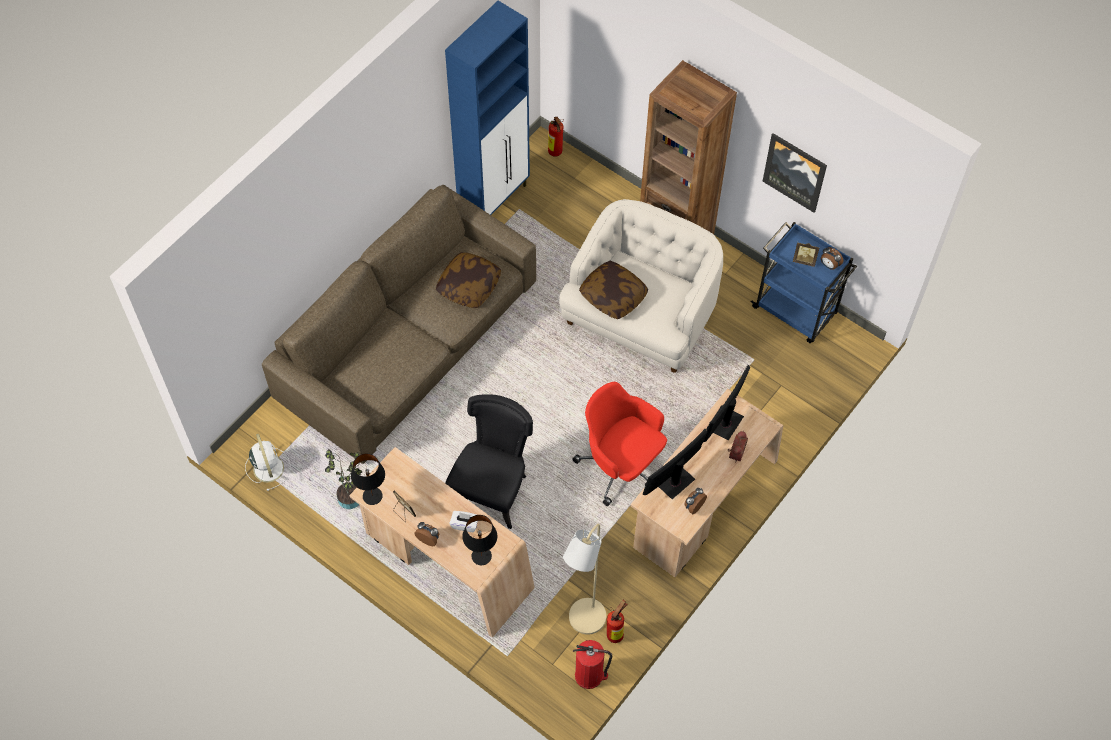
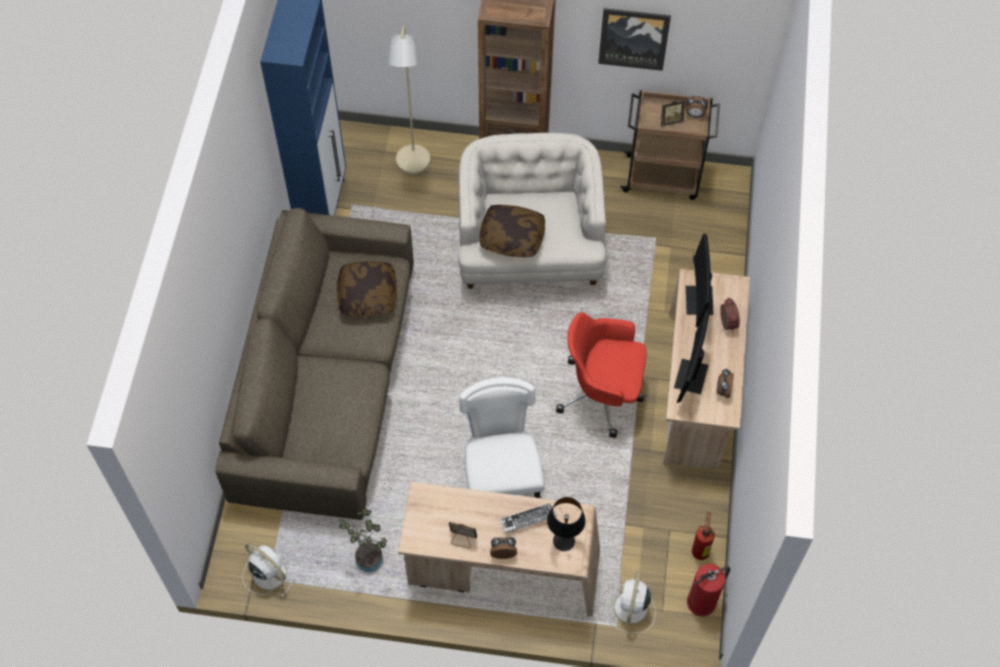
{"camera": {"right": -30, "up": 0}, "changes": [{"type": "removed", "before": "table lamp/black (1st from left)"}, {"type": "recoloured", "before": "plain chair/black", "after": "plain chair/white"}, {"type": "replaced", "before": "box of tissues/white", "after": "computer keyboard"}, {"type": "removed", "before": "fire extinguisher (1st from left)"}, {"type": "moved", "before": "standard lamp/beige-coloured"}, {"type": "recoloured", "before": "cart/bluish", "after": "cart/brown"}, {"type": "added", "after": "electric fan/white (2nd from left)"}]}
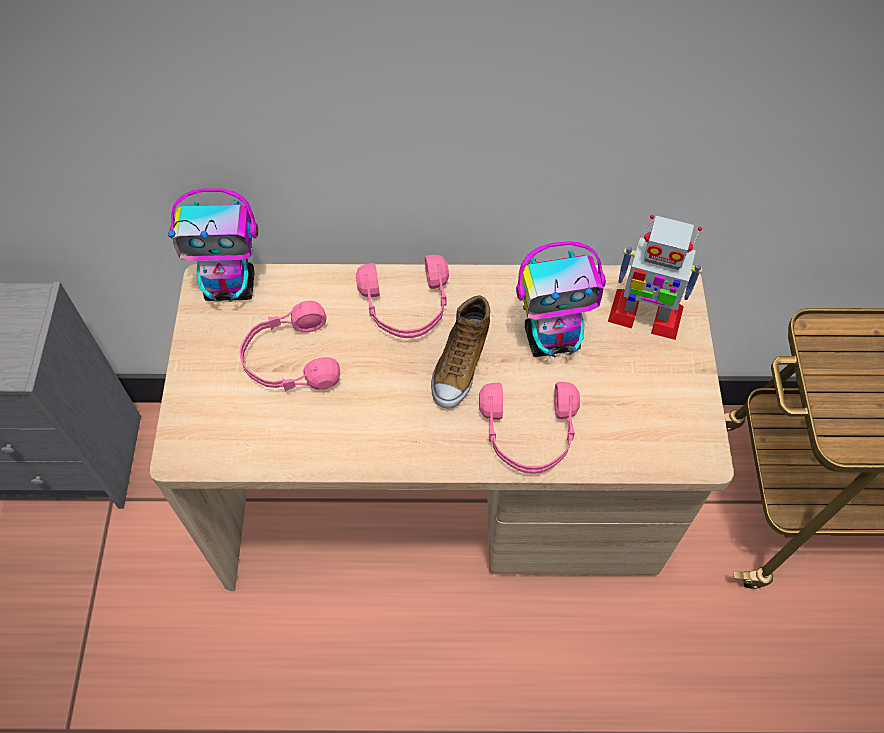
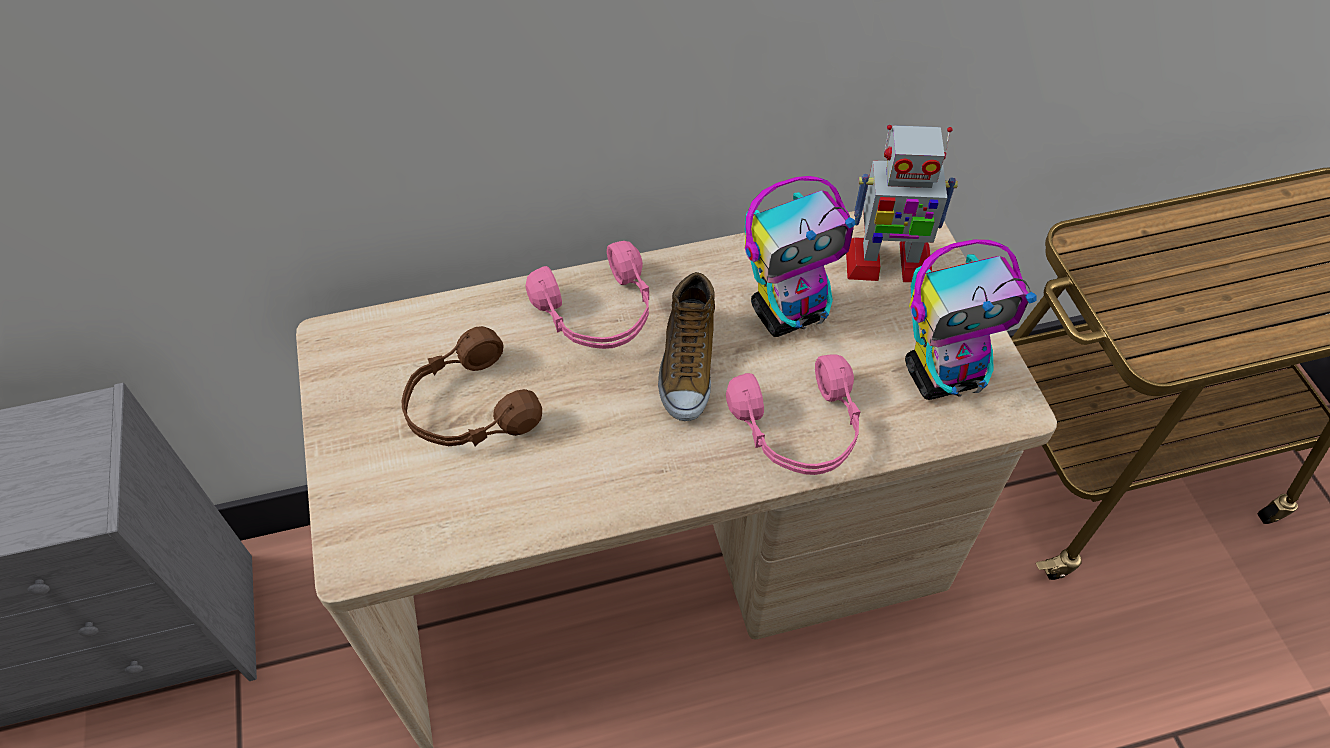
{"camera": {"right": -15, "up": -5}, "changes": [{"type": "moved", "before": "robot figure (1st from left in the first image)", "after": "robot figure (3rd from left)"}, {"type": "recoloured", "before": "headset/pink (1st from left)", "after": "headset/brown"}]}
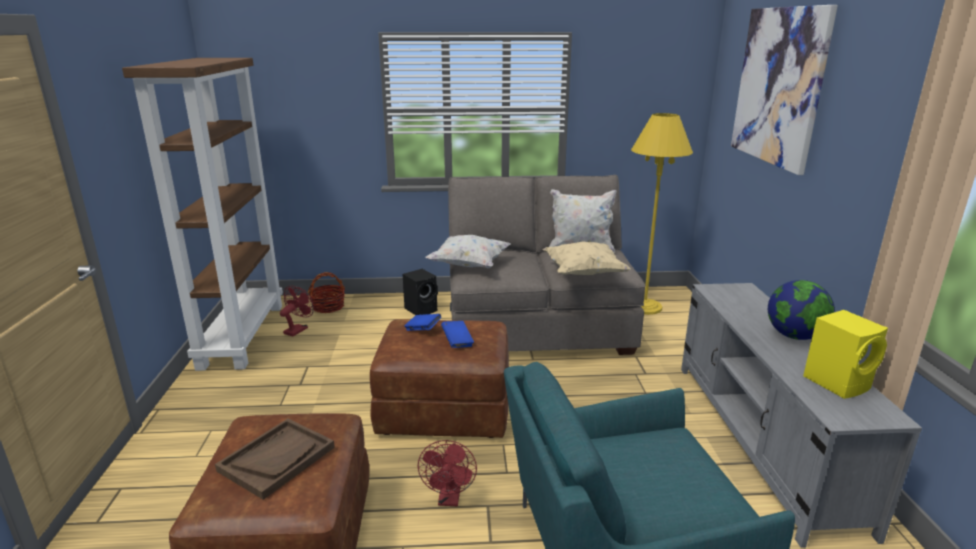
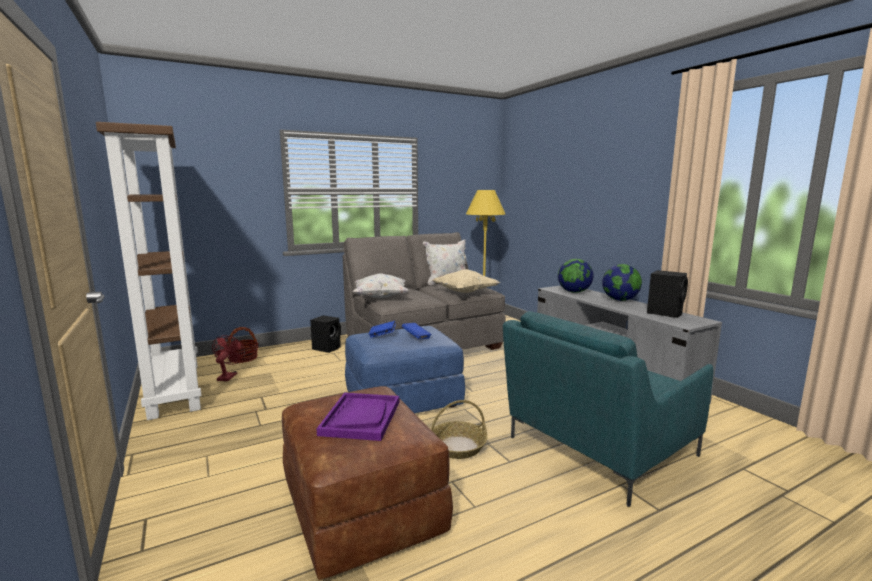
{"camera": {"right": -25, "up": -10}, "changes": [{"type": "recoloured", "before": "tray/brown", "after": "tray/purple"}, {"type": "recoloured", "before": "ottoman/brown (2nd from left)", "after": "ottoman/bluish"}, {"type": "replaced", "before": "electric fan/red (2nd from left)", "after": "basket (2nd from left)"}, {"type": "removed", "before": "picture"}, {"type": "recoloured", "before": "loudspeaker/yellow", "after": "loudspeaker/black (2nd from left)"}, {"type": "added", "after": "desk globe (1st from left)"}]}
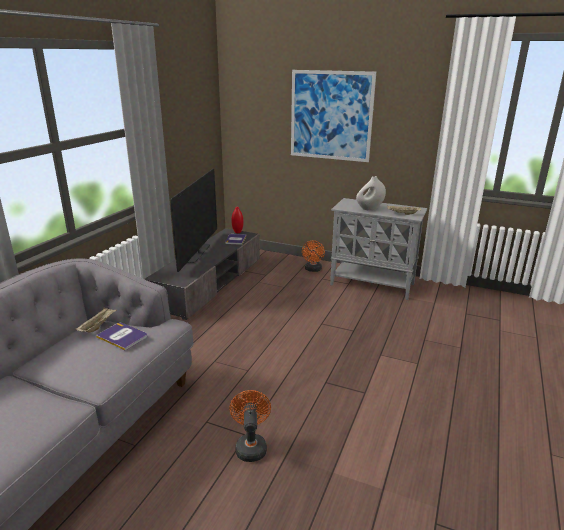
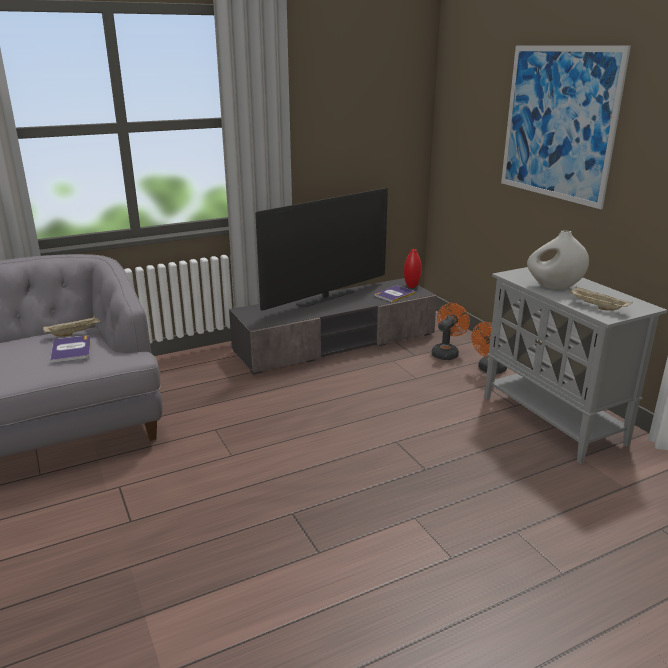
{"camera": {"right": 40, "up": 0}, "changes": [{"type": "moved", "before": "electric fan/orangey (1st from left)"}]}
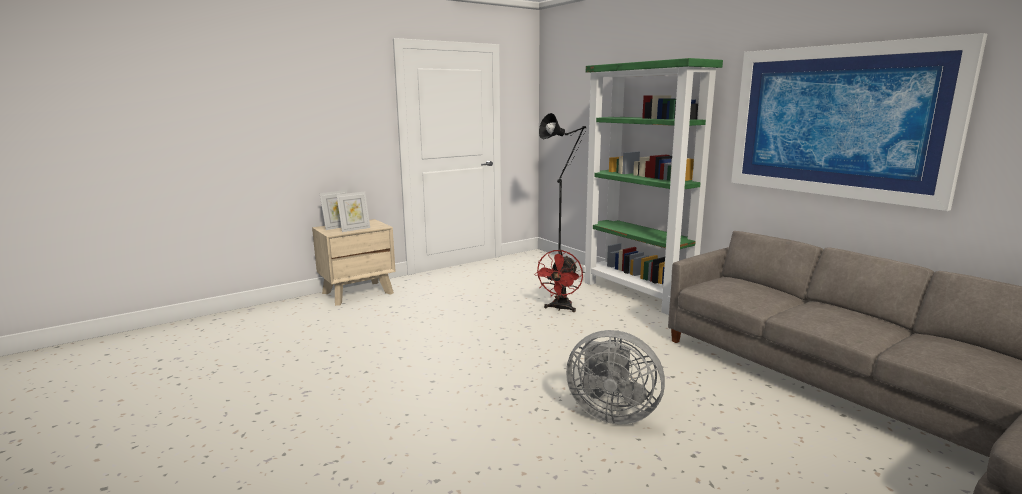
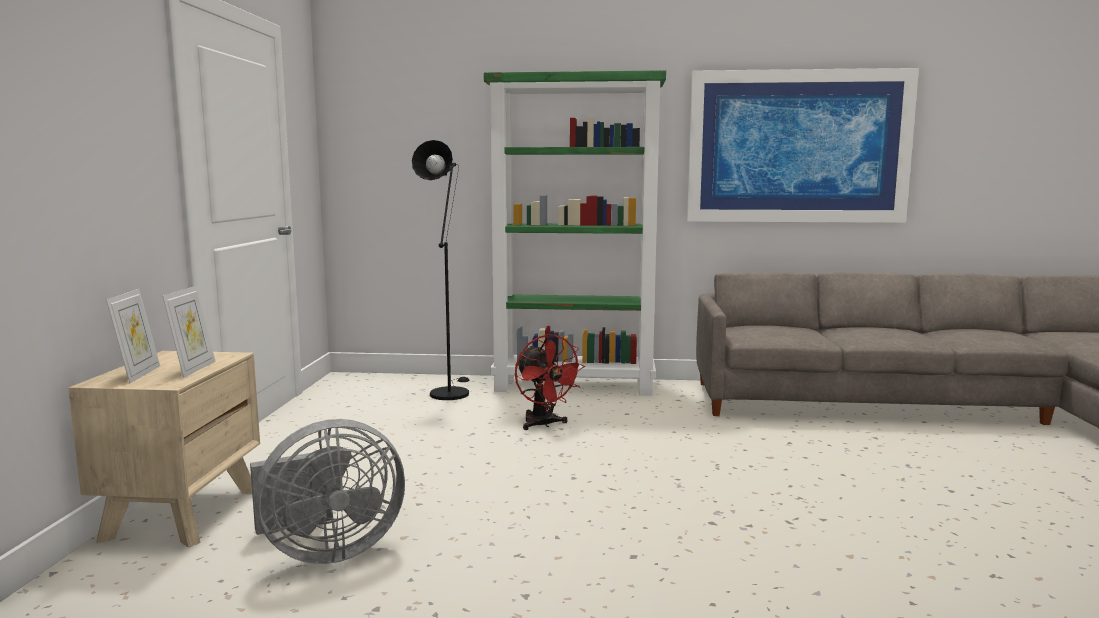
{"camera": {"right": -50, "up": -5}, "changes": [{"type": "moved", "before": "electric fan/gray"}]}
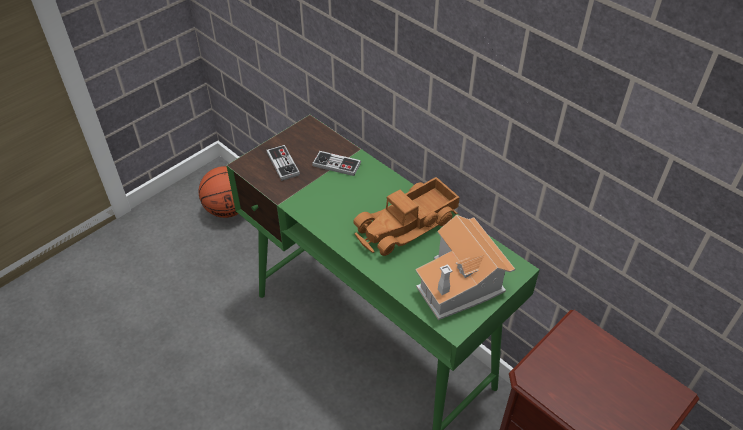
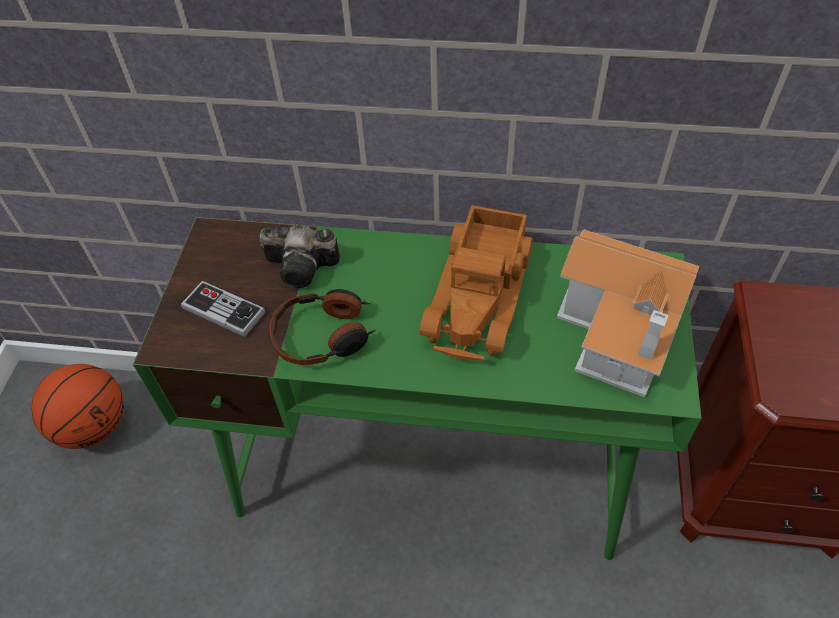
{"camera": {"right": -35, "up": 5}, "changes": [{"type": "replaced", "before": "game controller (2nd from left)", "after": "still camera"}, {"type": "added", "after": "headset"}]}
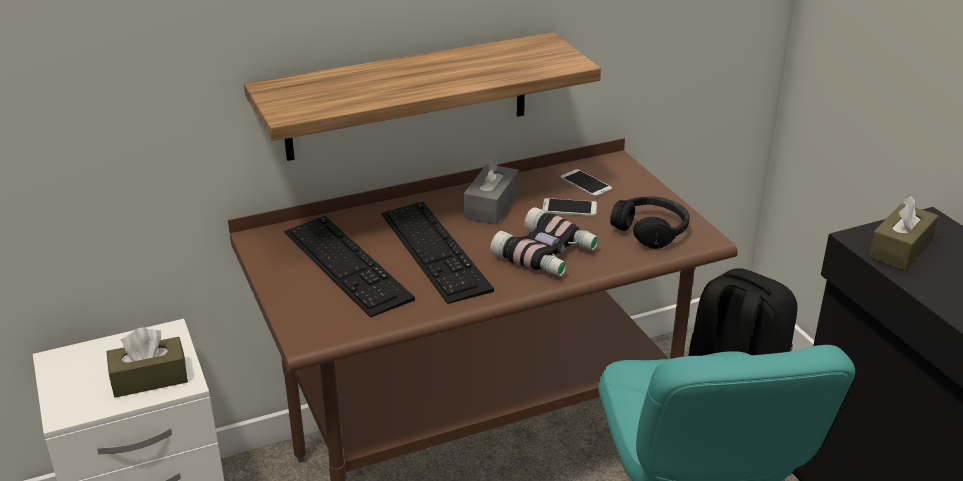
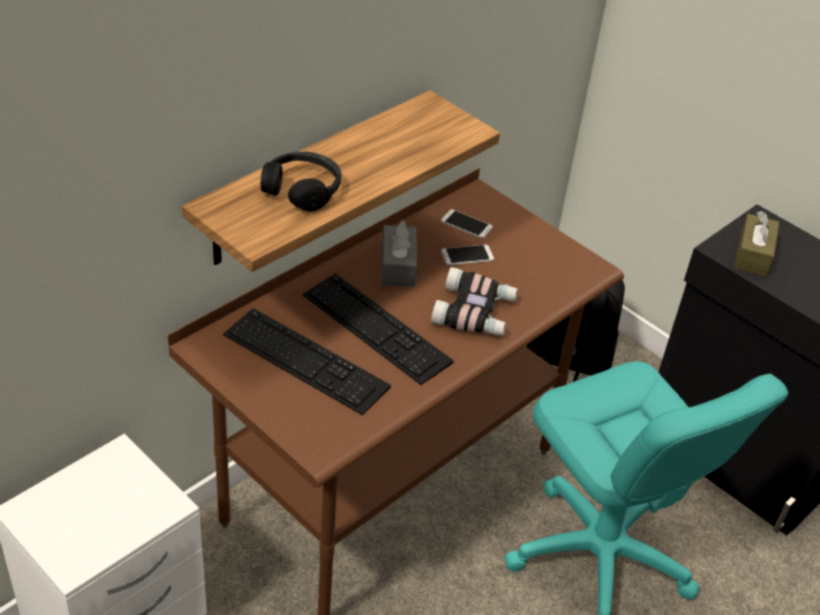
{"camera": {"right": -25, "up": 10}, "changes": [{"type": "removed", "before": "box of tissues/brown (1st from left)"}, {"type": "moved", "before": "headset/black"}]}
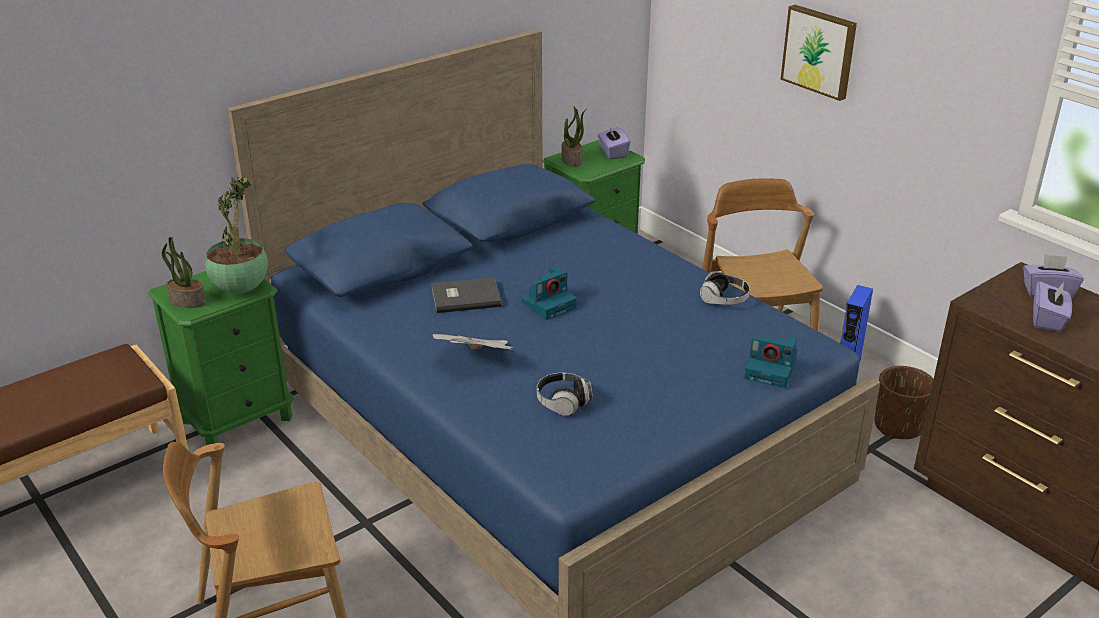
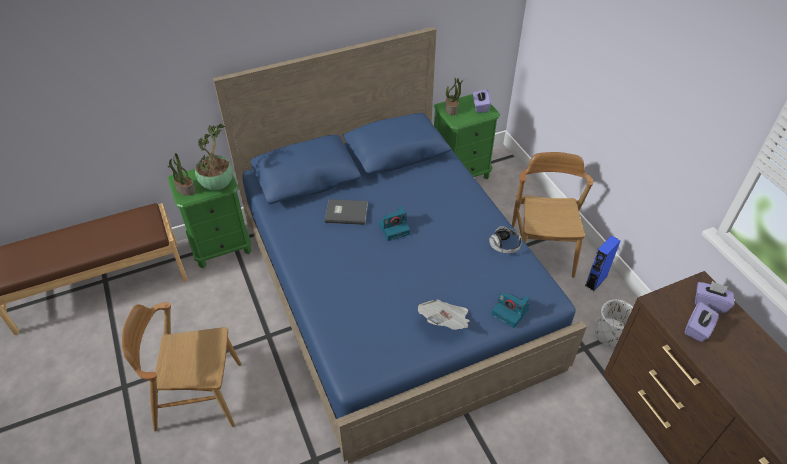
{"camera": {"right": 15, "up": 15}, "changes": [{"type": "moved", "before": "daily paper"}, {"type": "removed", "before": "headset (1st from left)"}, {"type": "removed", "before": "picture"}, {"type": "recoloured", "before": "planter/brown", "after": "planter/white"}]}
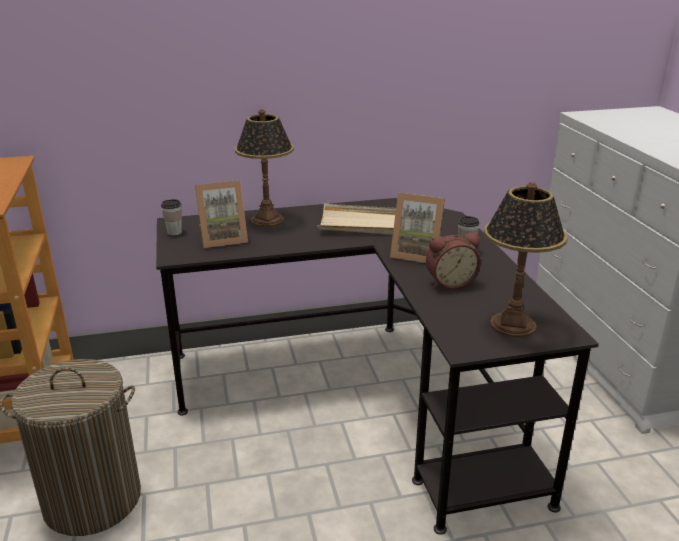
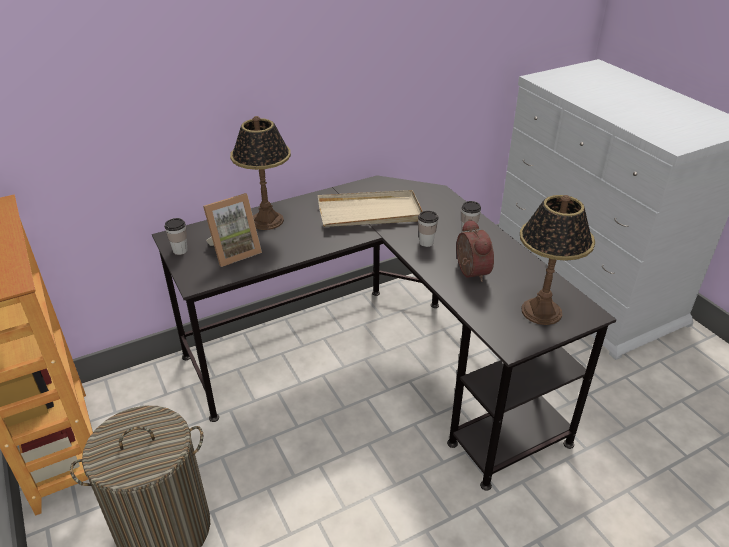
{"camera": {"right": -15, "up": 10}, "changes": [{"type": "replaced", "before": "picture frame (2nd from left)", "after": "small cup (2nd from left)"}, {"type": "turned", "before": "alarm clock", "turn": -75}]}
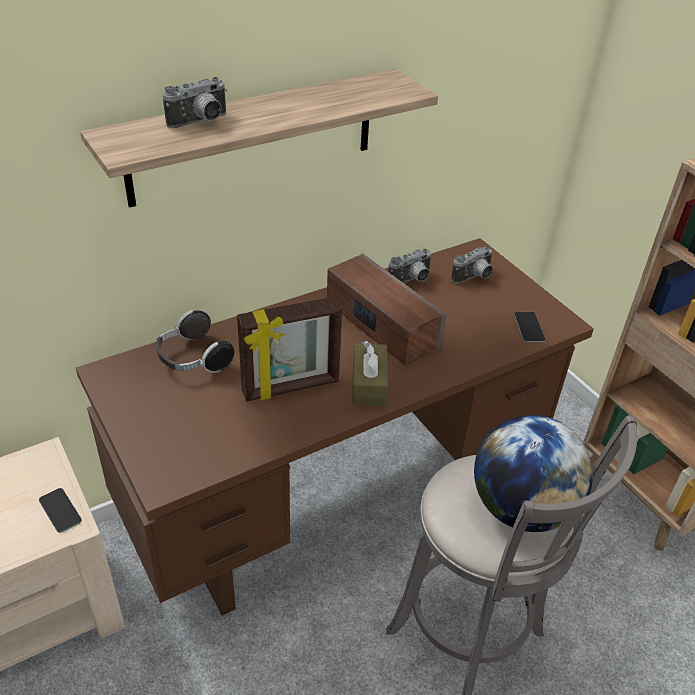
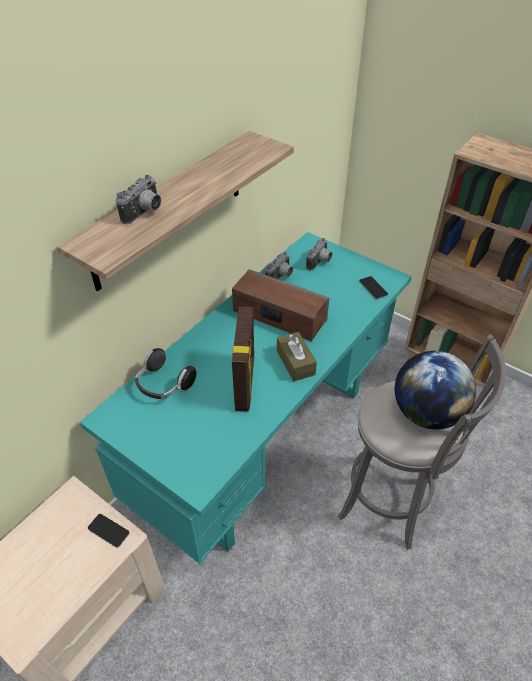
{"camera": {"right": -20, "up": 5}, "changes": [{"type": "recoloured", "before": "desk unit/brown", "after": "desk unit/blue-green"}, {"type": "turned", "before": "picture frame", "turn": -45}]}
